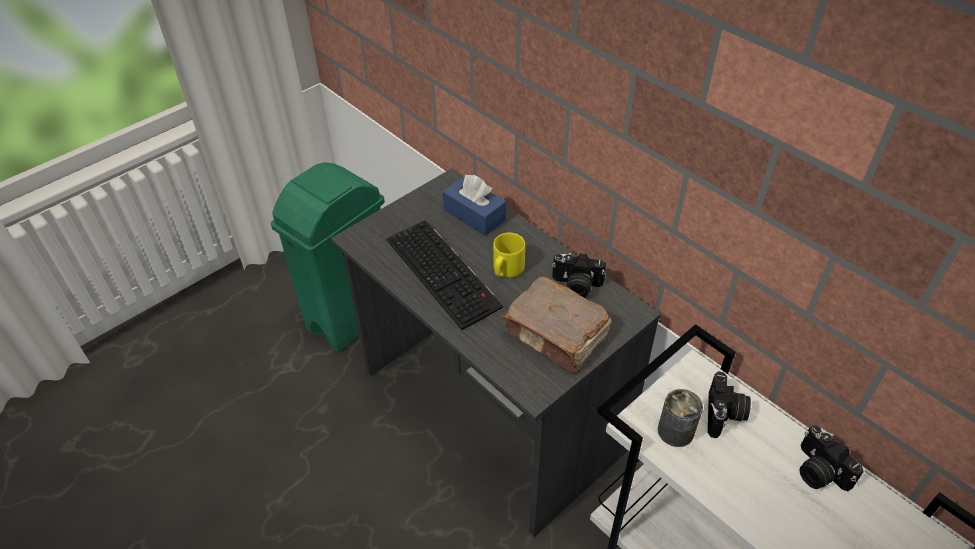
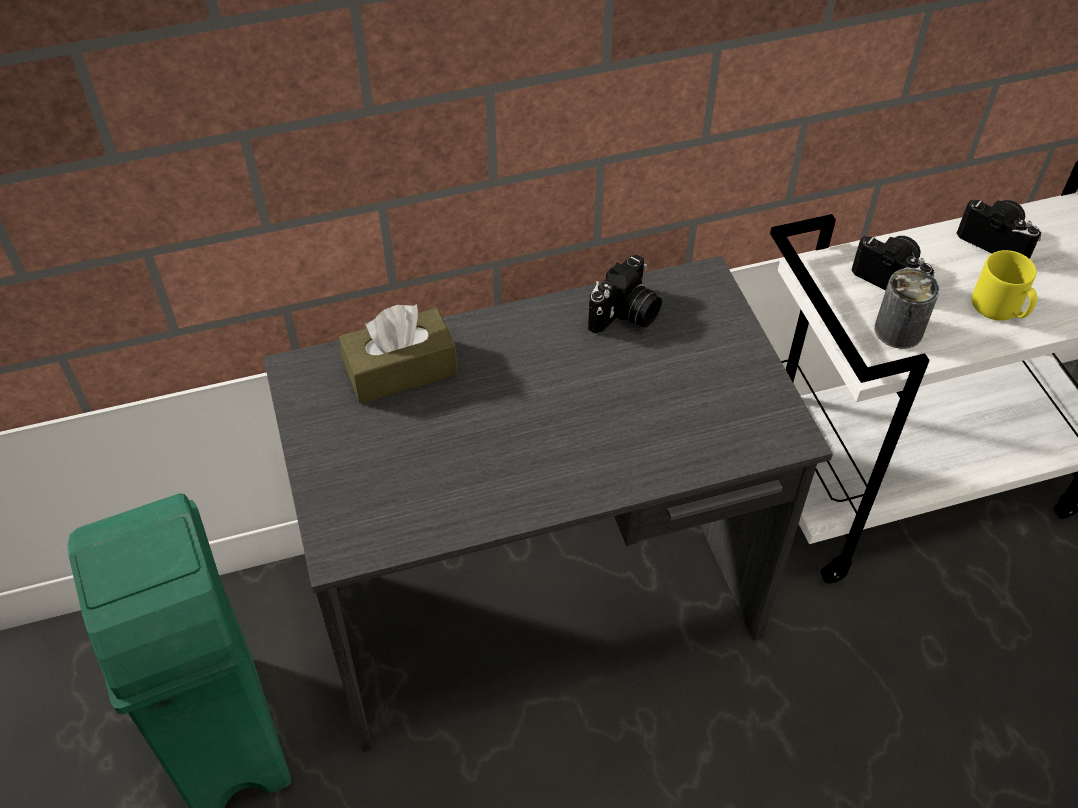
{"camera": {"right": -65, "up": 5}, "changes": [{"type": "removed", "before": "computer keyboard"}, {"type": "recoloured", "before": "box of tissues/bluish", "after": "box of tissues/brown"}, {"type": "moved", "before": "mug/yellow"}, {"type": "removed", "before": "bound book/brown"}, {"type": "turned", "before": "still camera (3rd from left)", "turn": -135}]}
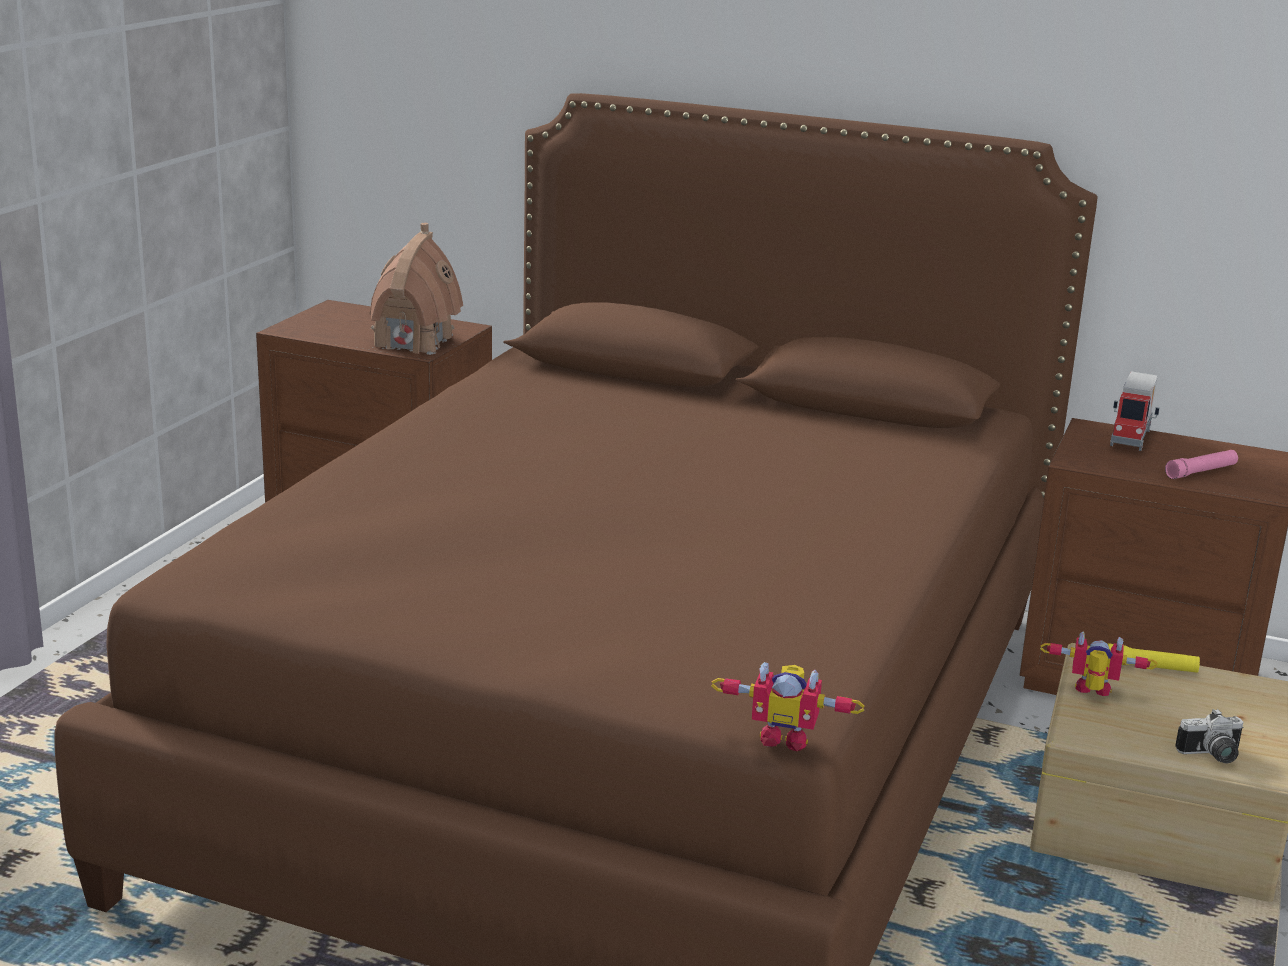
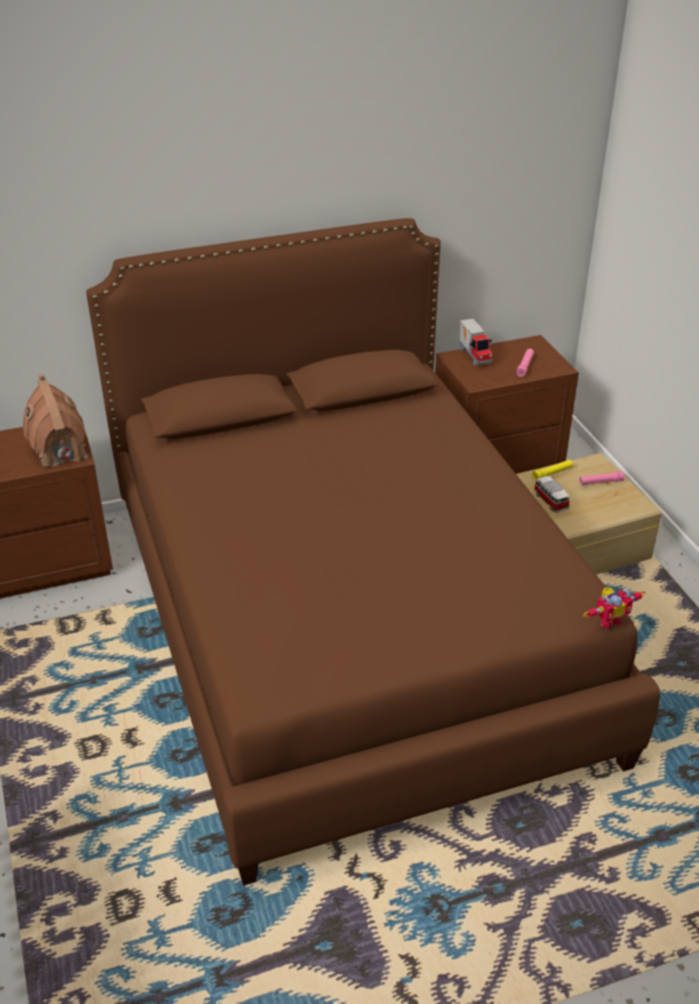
{"camera": {"right": -40, "up": 15}, "changes": [{"type": "replaced", "before": "robot figure (2nd from left)", "after": "model car"}, {"type": "removed", "before": "still camera"}, {"type": "added", "after": "hand torch/pink (2nd from left)"}]}
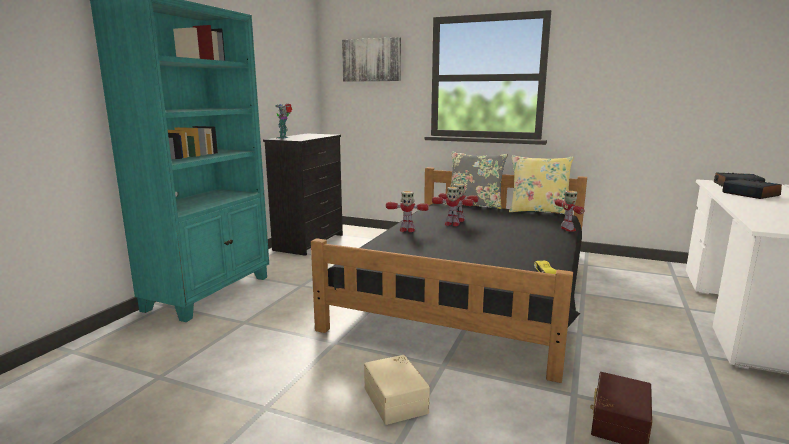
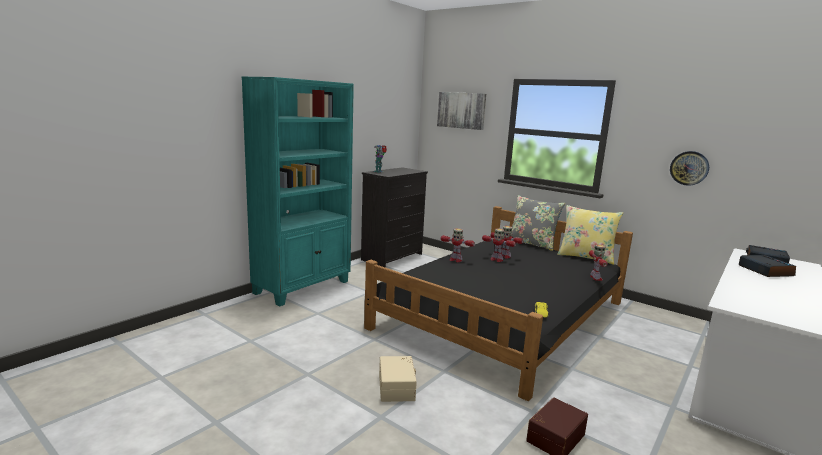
{"camera": {"right": 15, "up": 0}, "changes": [{"type": "added", "after": "clock on the wall"}]}
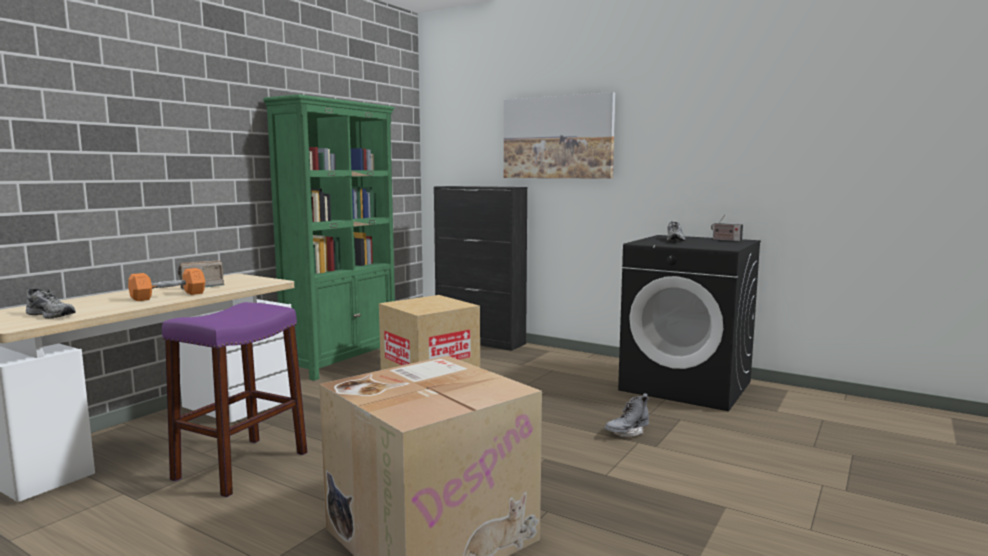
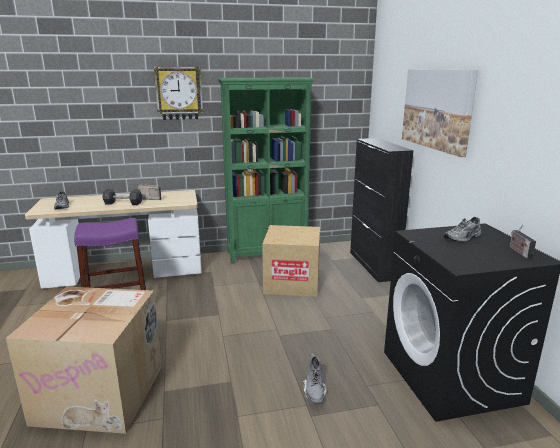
{"camera": {"right": 45, "up": 10}, "changes": [{"type": "recoloured", "before": "dumbbell/orangey", "after": "dumbbell/gray"}, {"type": "turned", "before": "boot/gray", "turn": -105}, {"type": "added", "after": "clock on the wall"}]}
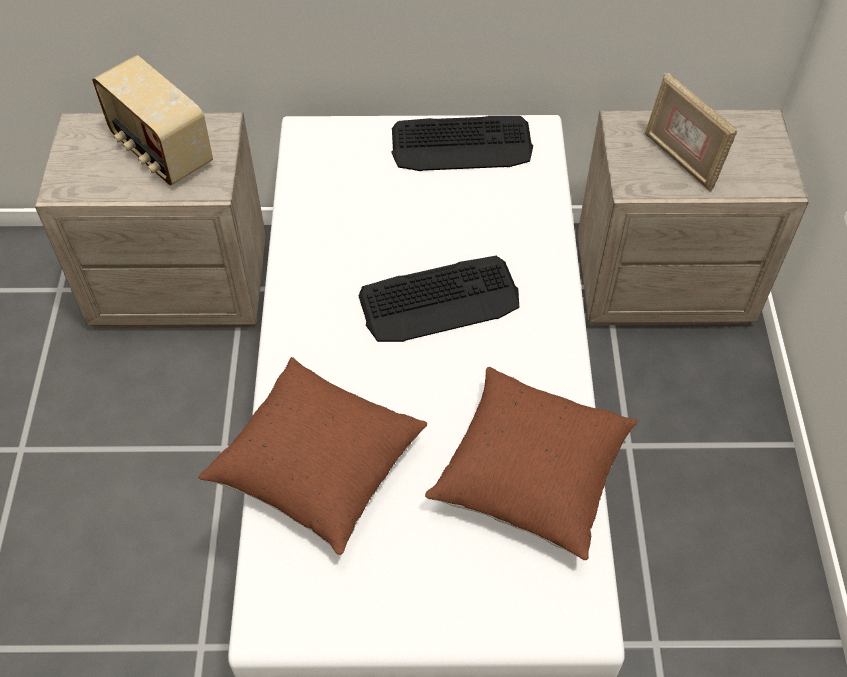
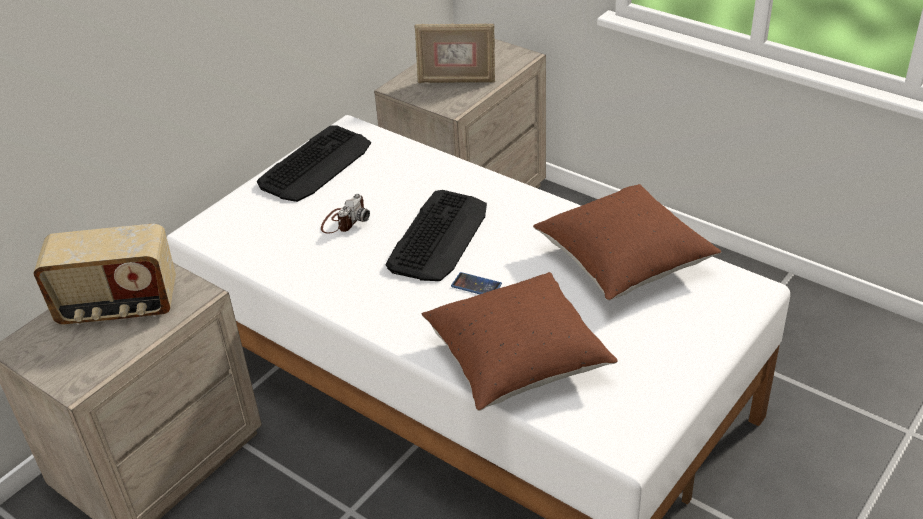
{"camera": {"right": -50, "up": -15}, "changes": [{"type": "added", "after": "still camera"}, {"type": "added", "after": "phone"}]}
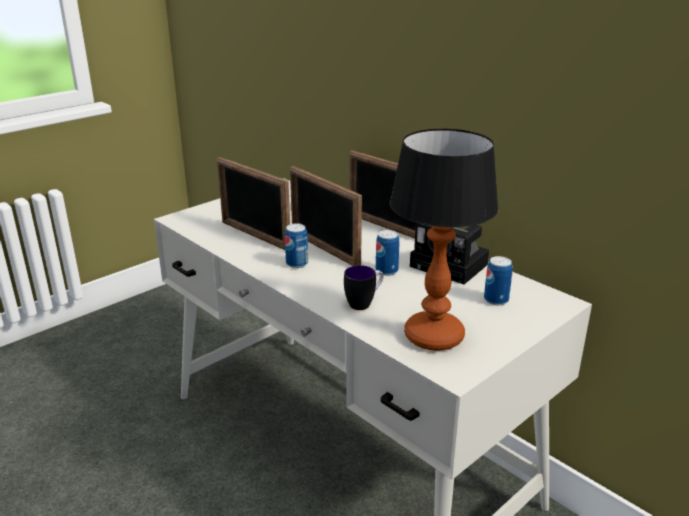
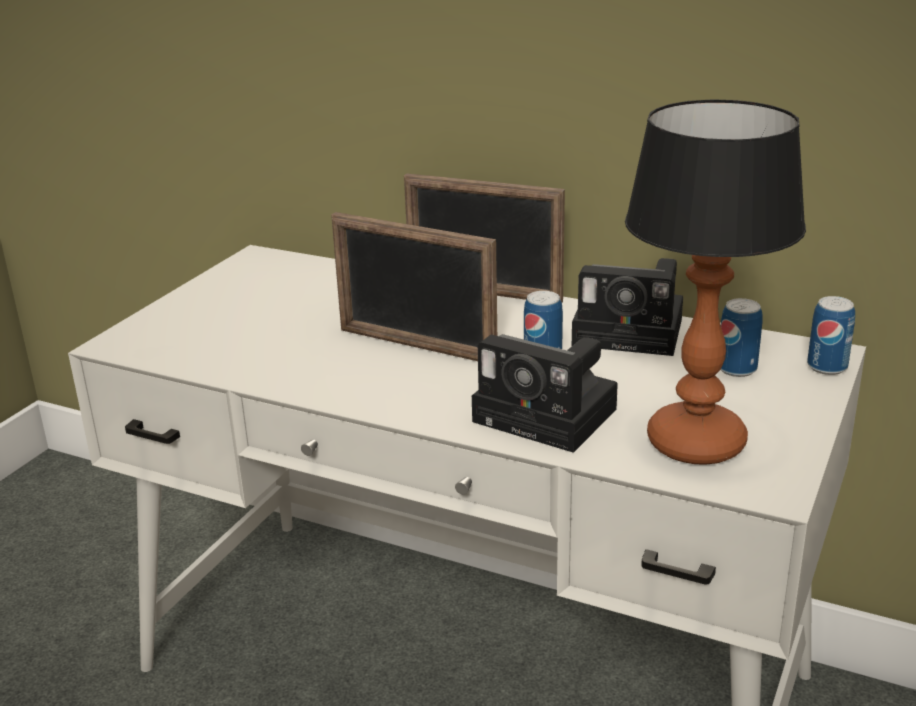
{"camera": {"right": -20, "up": 0}, "changes": [{"type": "removed", "before": "picture frame (1st from left)"}, {"type": "moved", "before": "metal can (1st from left in the first image)", "after": "metal can (3rd from left)"}, {"type": "replaced", "before": "mug", "after": "still camera (1st from left)"}]}
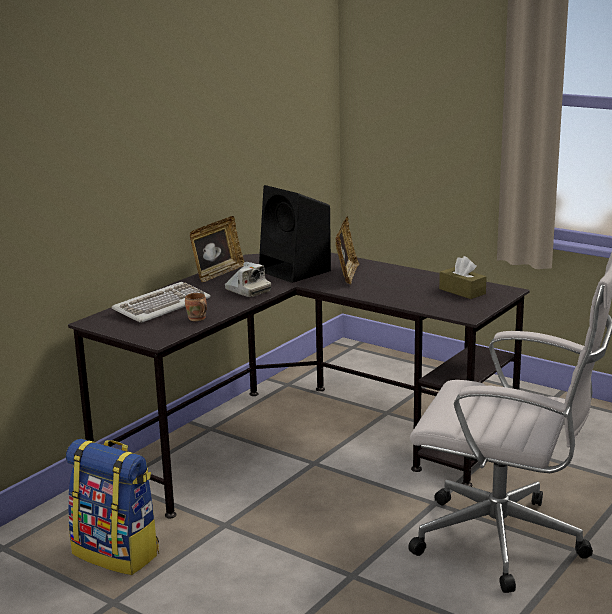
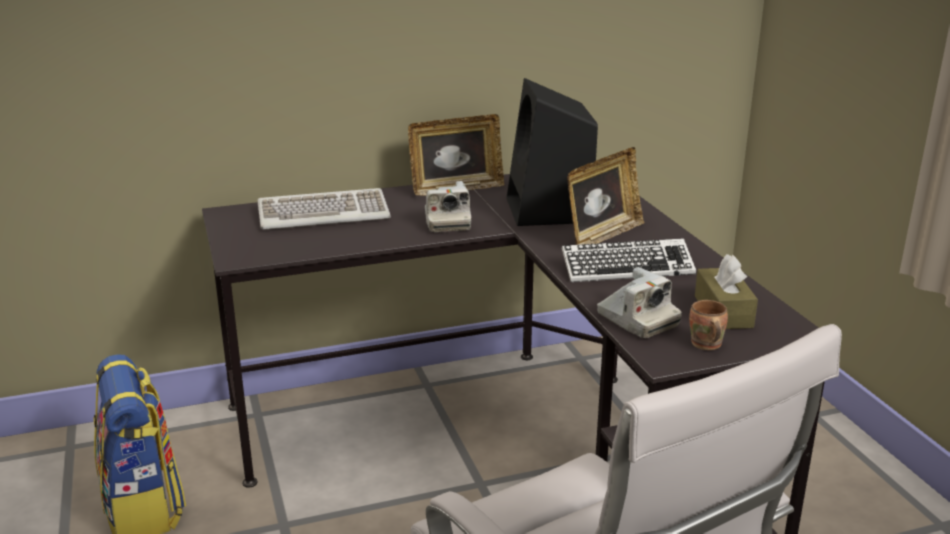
{"camera": {"right": 35, "up": 5}, "changes": [{"type": "moved", "before": "mug/brown"}, {"type": "added", "after": "computer keyboard (2nd from left)"}, {"type": "added", "after": "still camera (2nd from left)"}]}
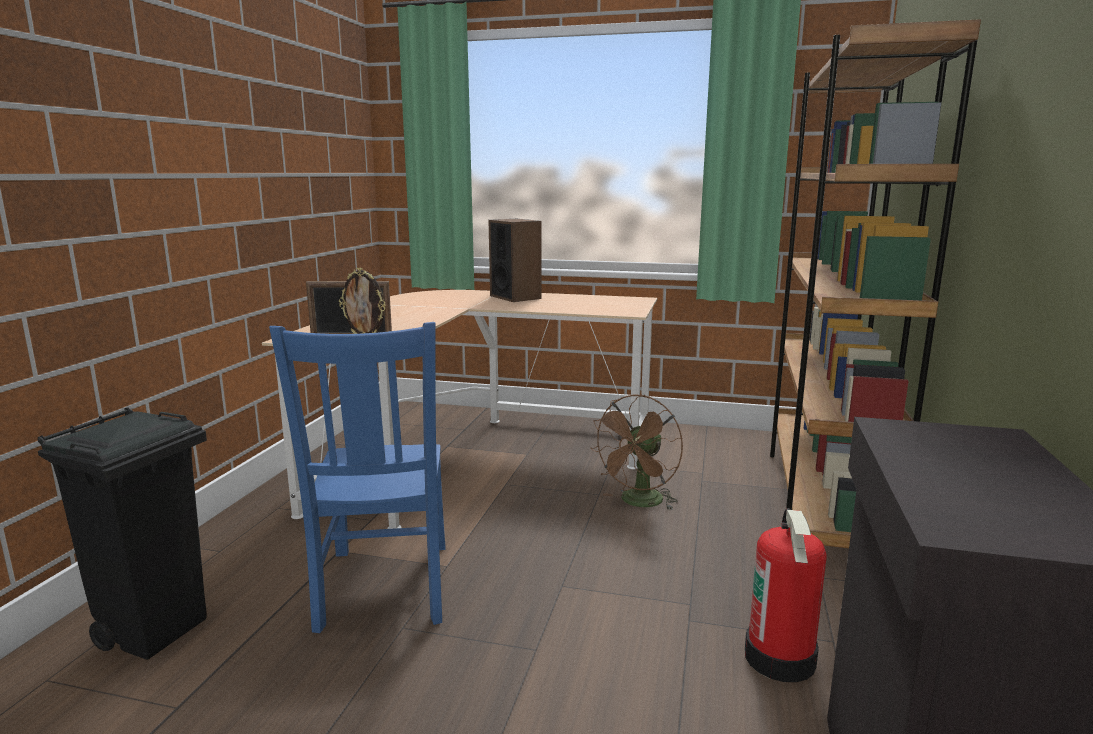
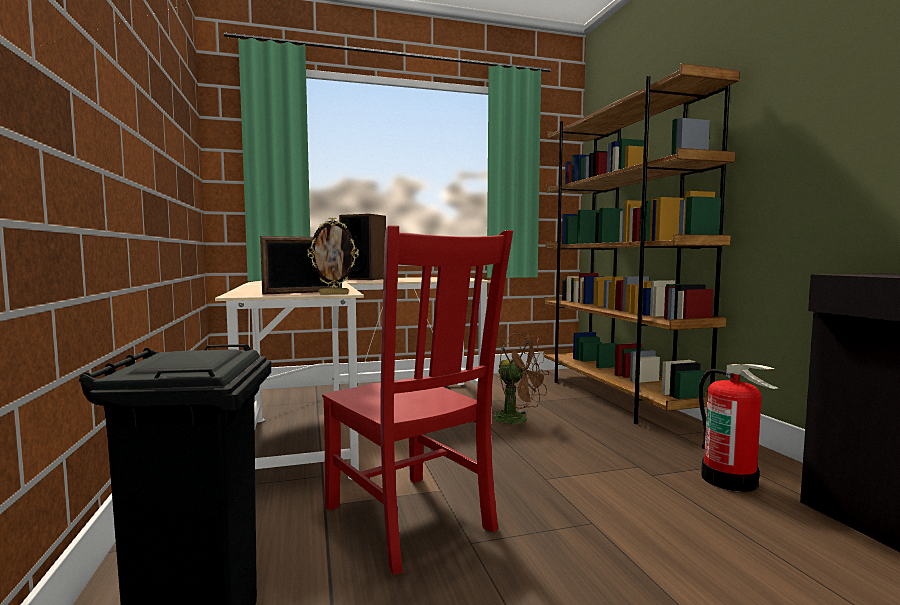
{"camera": {"right": -30, "up": -10}, "changes": [{"type": "recoloured", "before": "plain chair/bluish", "after": "plain chair/red"}, {"type": "turned", "before": "electric fan/brown", "turn": -60}]}
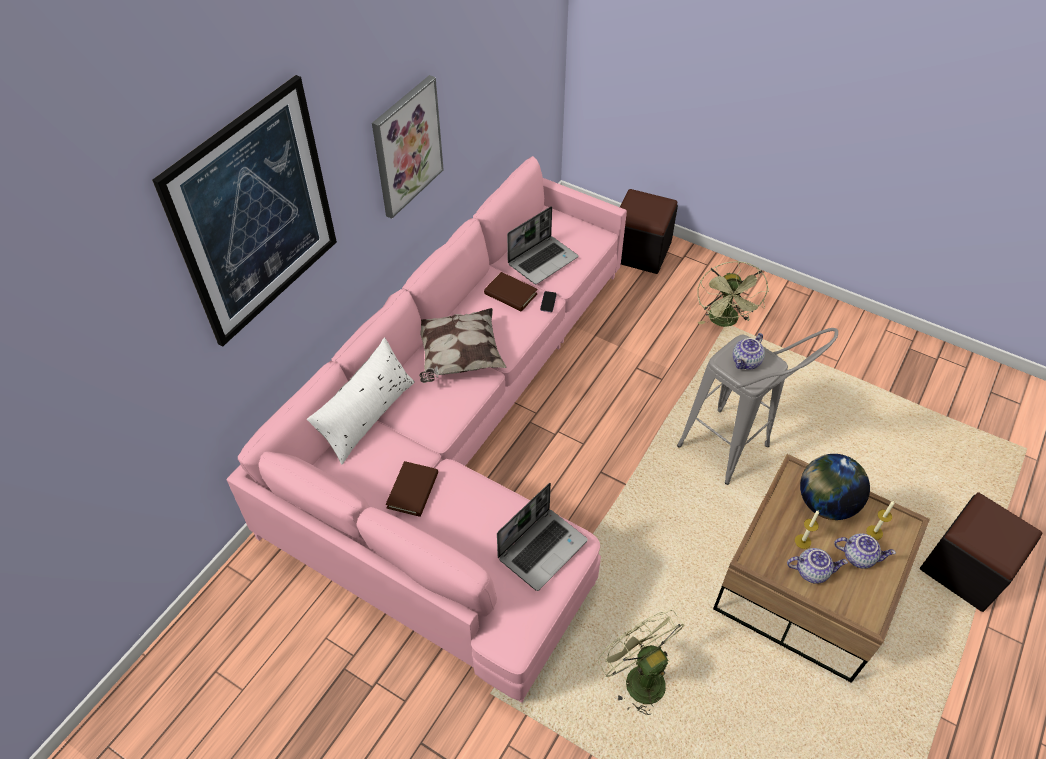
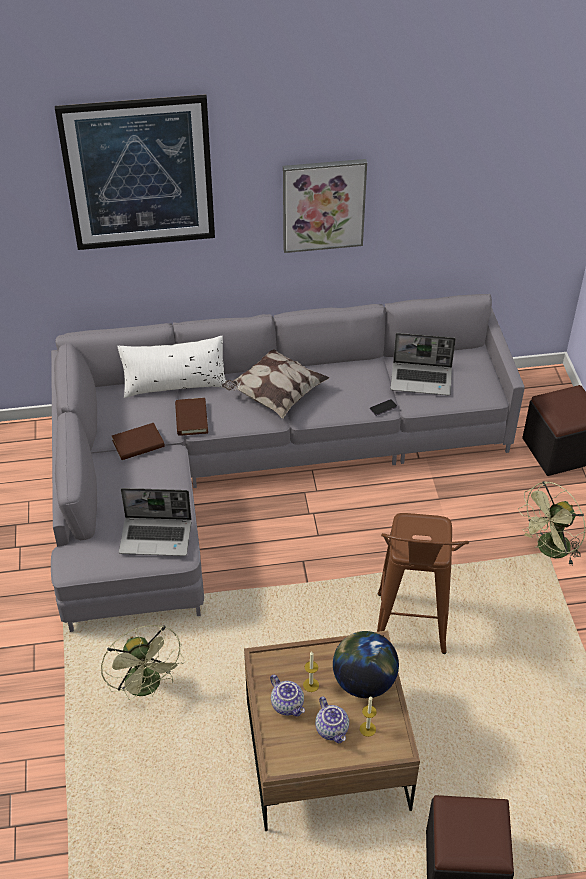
{"camera": {"right": 50, "up": -5}, "changes": [{"type": "recoloured", "before": "settee/pink", "after": "settee/gray"}, {"type": "moved", "before": "bound book/brown (2nd from left)"}, {"type": "turned", "before": "electric fan/greenish (1st from left)", "turn": 135}, {"type": "recoloured", "before": "stool/gray", "after": "stool/brown"}, {"type": "removed", "before": "teapot (1st from left)"}]}
